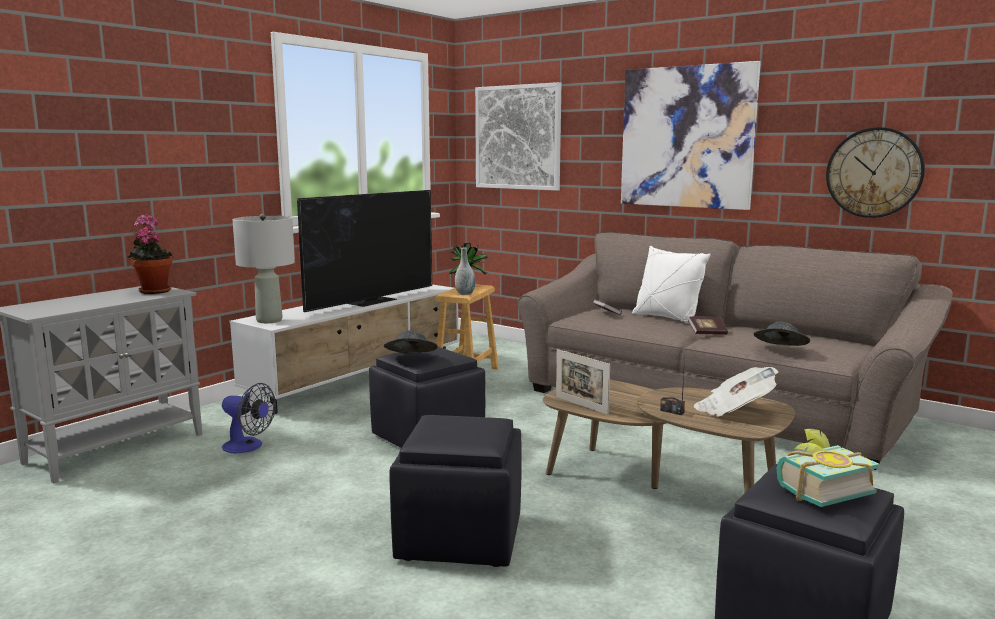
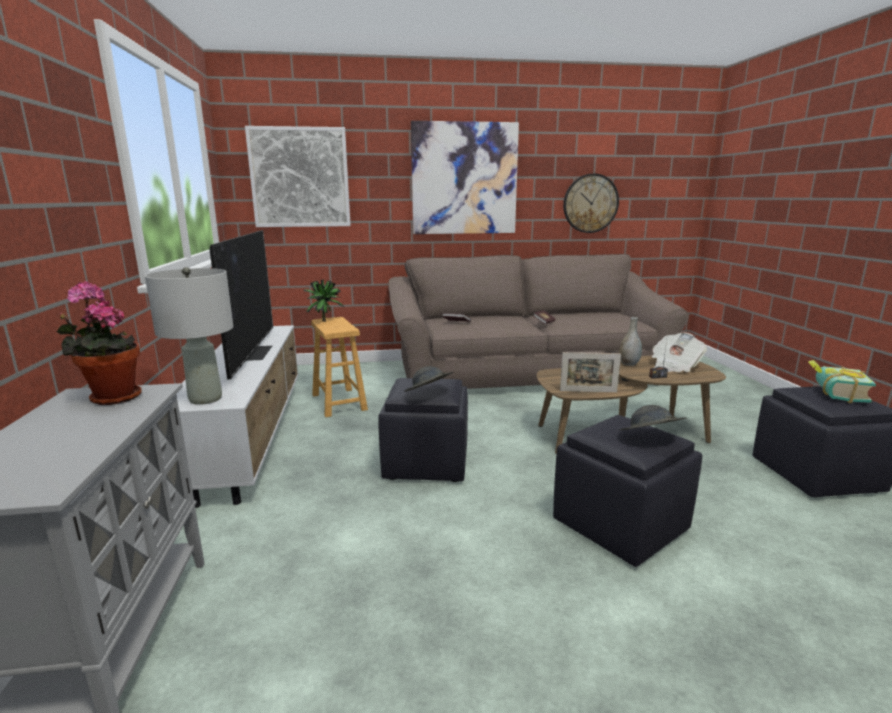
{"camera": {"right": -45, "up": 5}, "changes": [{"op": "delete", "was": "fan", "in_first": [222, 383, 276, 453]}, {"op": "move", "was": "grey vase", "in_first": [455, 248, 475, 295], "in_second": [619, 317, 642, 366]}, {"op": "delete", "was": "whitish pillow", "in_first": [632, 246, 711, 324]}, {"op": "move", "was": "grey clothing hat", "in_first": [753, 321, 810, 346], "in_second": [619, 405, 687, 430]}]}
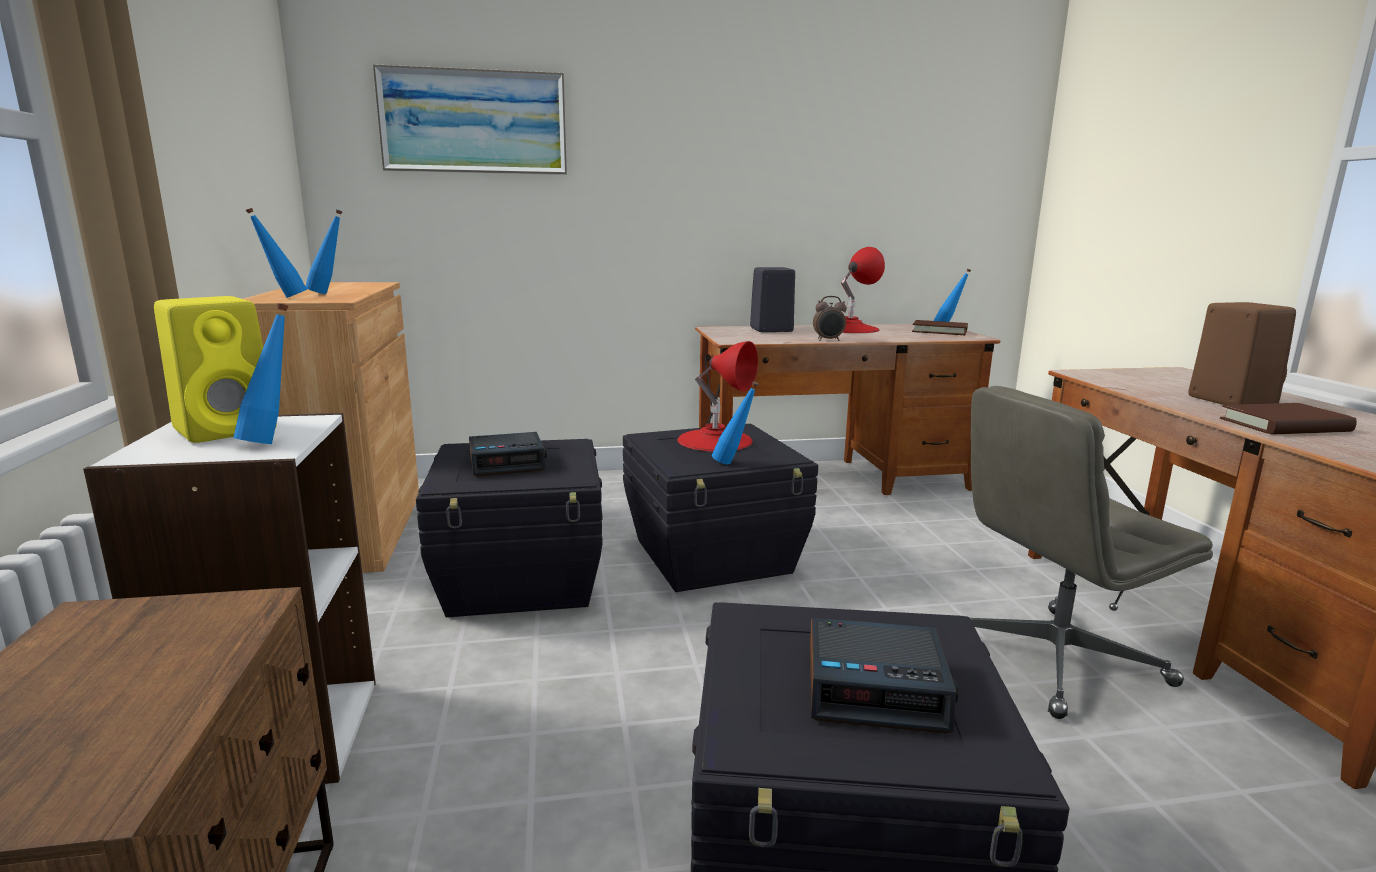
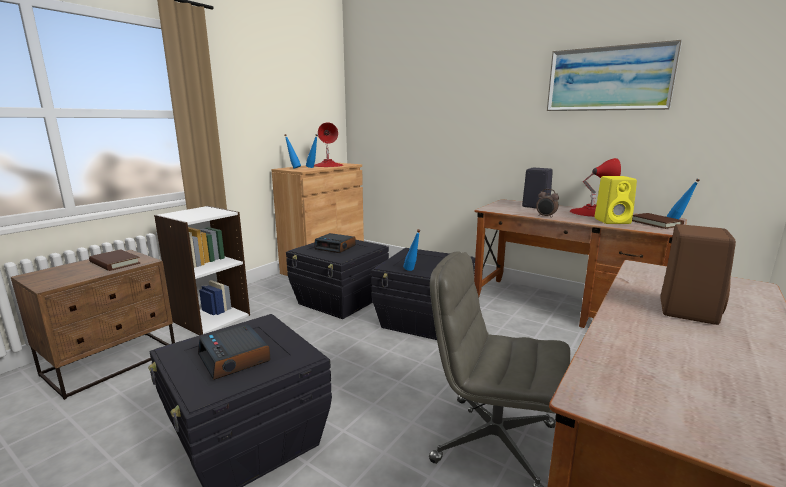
{"camera": {"right": 45, "up": 0}, "changes": [{"op": "move", "was": "yellow audio speaker", "in_first": [154, 296, 277, 443], "in_second": [594, 176, 637, 224]}, {"op": "delete", "was": "bluish drink bottle", "in_first": [233, 303, 288, 444]}, {"op": "move", "was": "picture", "in_first": [373, 64, 567, 175], "in_second": [547, 40, 682, 111]}, {"op": "move", "was": "reddish lamp for a table", "in_first": [677, 341, 758, 452], "in_second": [314, 122, 343, 167]}, {"op": "move", "was": "brown-coloured book", "in_first": [1220, 403, 1357, 434], "in_second": [89, 249, 140, 271]}]}
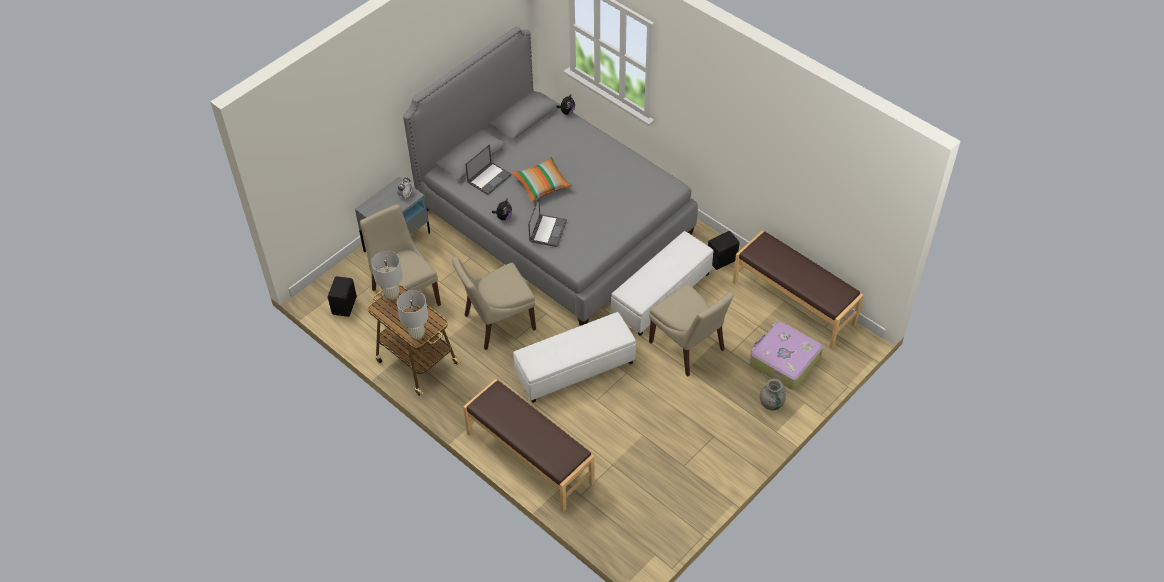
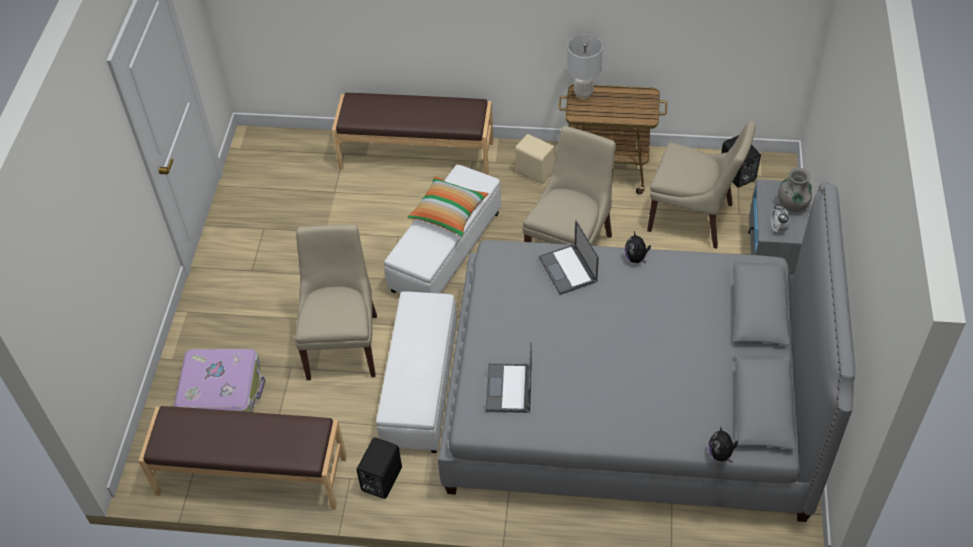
{"camera": {"right": 145, "up": 0}, "changes": [{"op": "delete", "was": "whitish lamp for a table", "in_first": [371, 251, 403, 301]}, {"op": "move", "was": "notebook computer", "in_first": [465, 144, 512, 195], "in_second": [485, 342, 532, 413]}, {"op": "move", "was": "pillow", "in_first": [511, 157, 573, 202], "in_second": [407, 176, 489, 237]}, {"op": "rotate", "was": "beige upright chair", "in_first": [649, 284, 733, 377], "in_second": [295, 224, 377, 380], "clockwise": 75}, {"op": "move", "was": "grey vase", "in_first": [760, 379, 786, 410], "in_second": [778, 168, 812, 212]}, {"op": "insert", "now": "beige audio speaker", "in_second": [515, 134, 555, 184]}]}
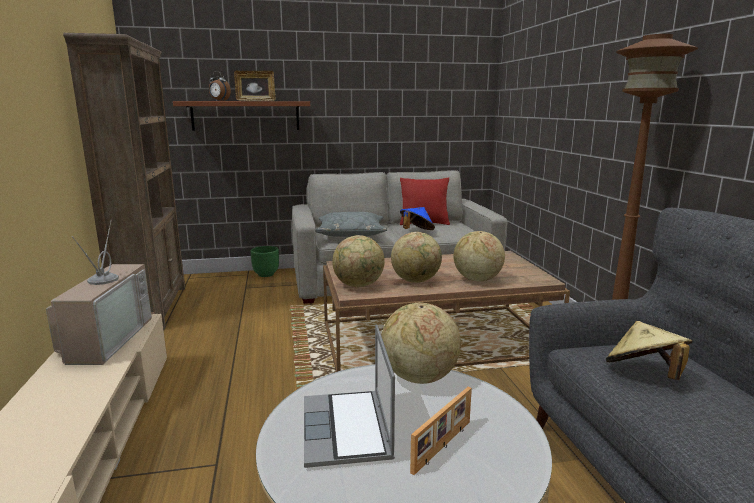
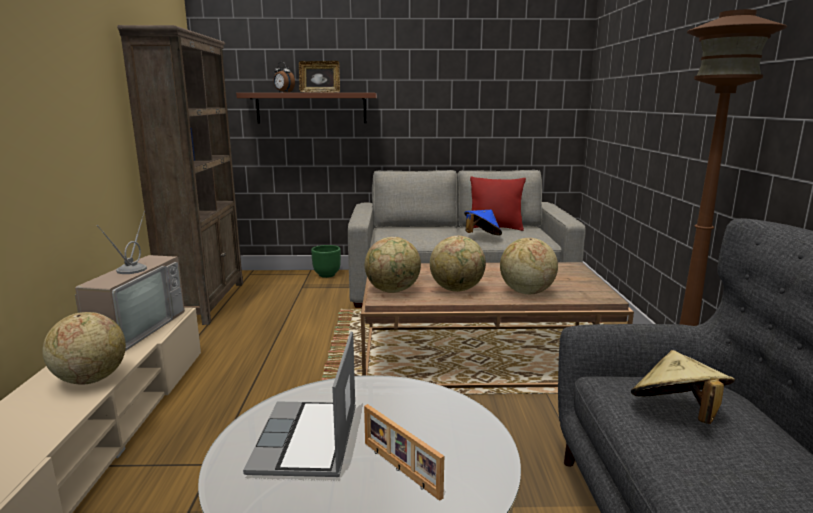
{"camera": {"right": 10, "up": 0}, "changes": [{"op": "delete", "was": "grey pillow", "in_first": [315, 212, 387, 237]}, {"op": "move", "was": "world globe", "in_first": [381, 303, 461, 384], "in_second": [42, 312, 126, 385]}, {"op": "rotate", "was": "picture frame", "in_first": [410, 387, 472, 475], "in_second": [364, 404, 444, 501], "clockwise": 90}]}
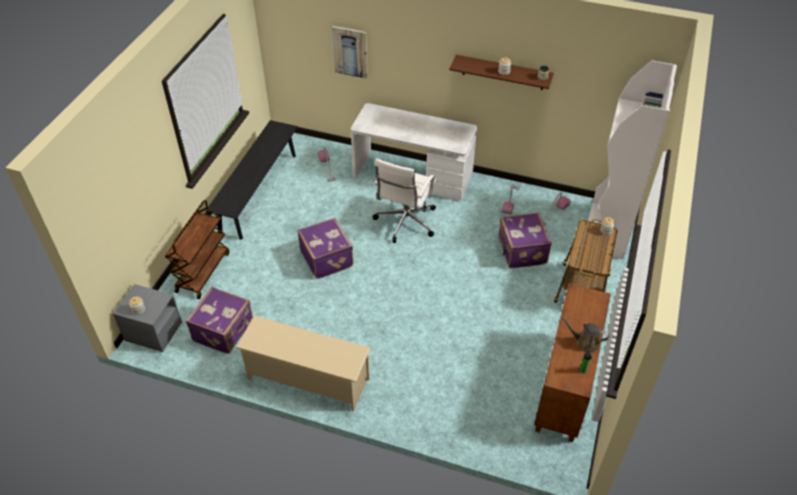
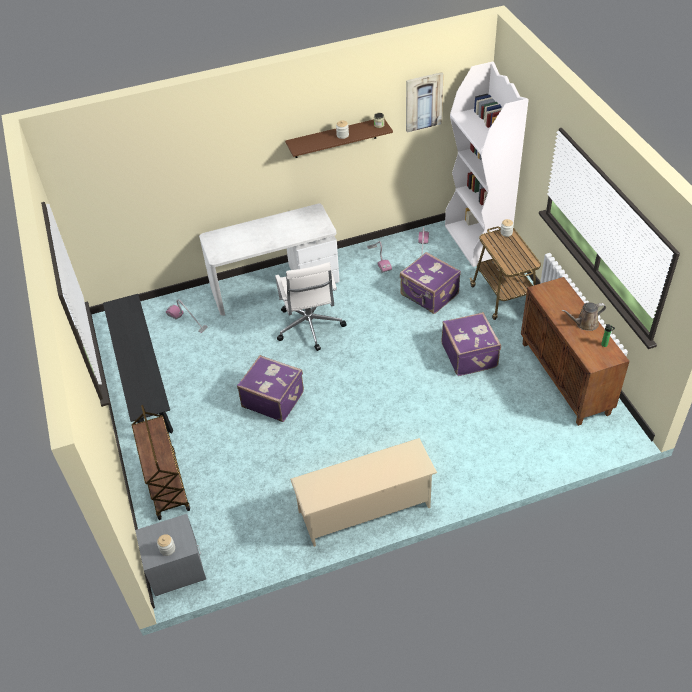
{"camera": {"right": -35, "up": 0}, "changes": [{"op": "move", "was": "purple piece of luggage", "in_first": [186, 287, 253, 354], "in_second": [441, 312, 501, 376]}, {"op": "move", "was": "picture", "in_first": [332, 26, 368, 79], "in_second": [406, 72, 444, 133]}]}
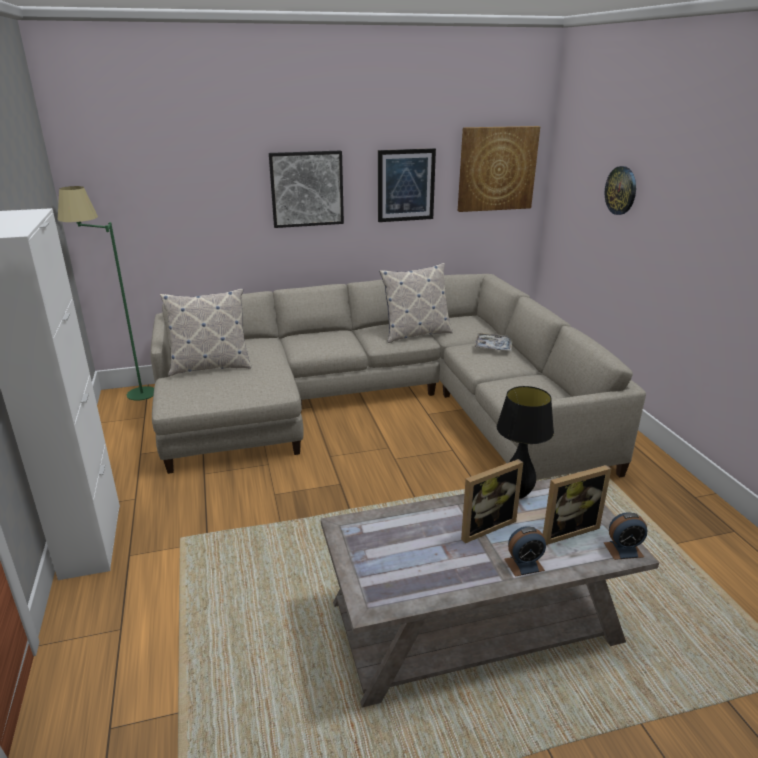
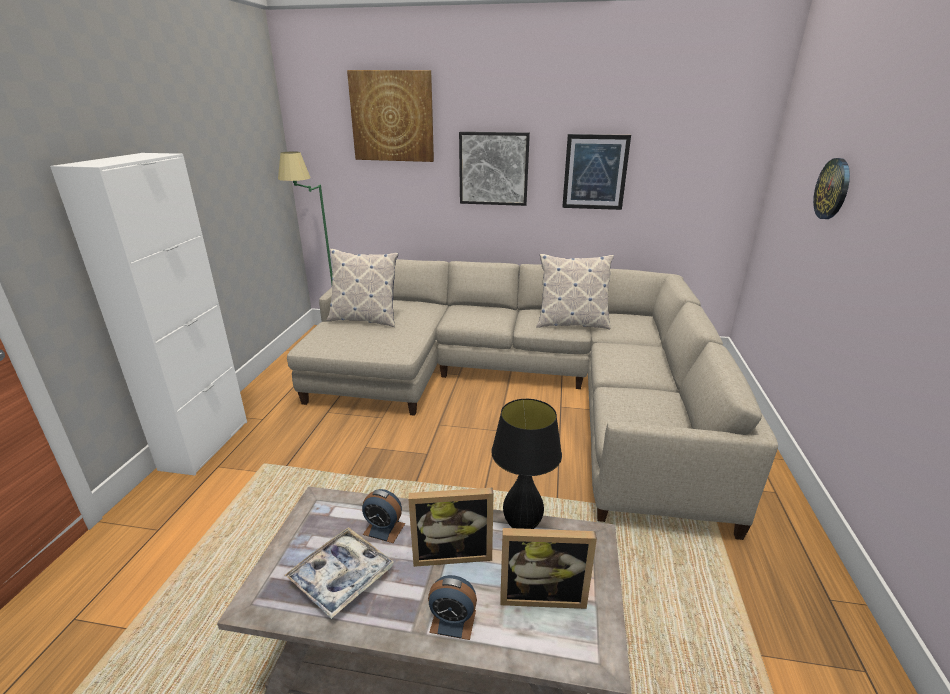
{"camera": {"right": 25, "up": 0}, "changes": [{"op": "move", "was": "picture", "in_first": [458, 126, 540, 212], "in_second": [347, 70, 434, 162]}, {"op": "move", "was": "carrying tray", "in_first": [474, 333, 513, 351], "in_second": [285, 527, 394, 619]}, {"op": "move", "was": "alarm clock", "in_first": [604, 512, 647, 560], "in_second": [362, 489, 405, 543]}]}
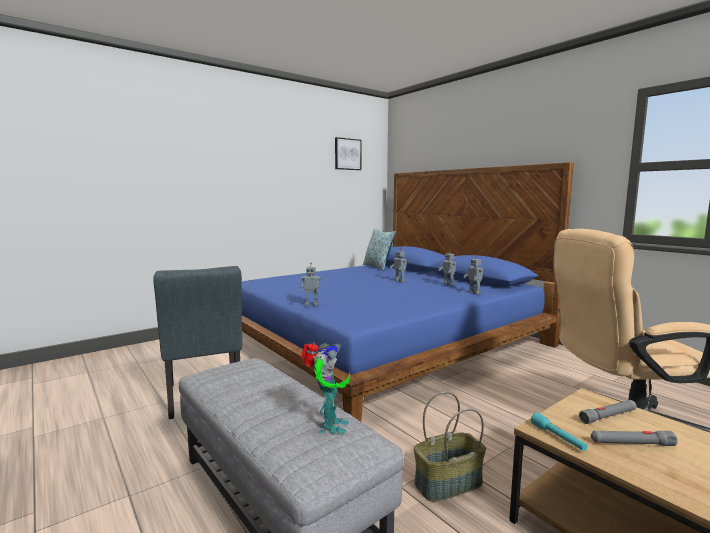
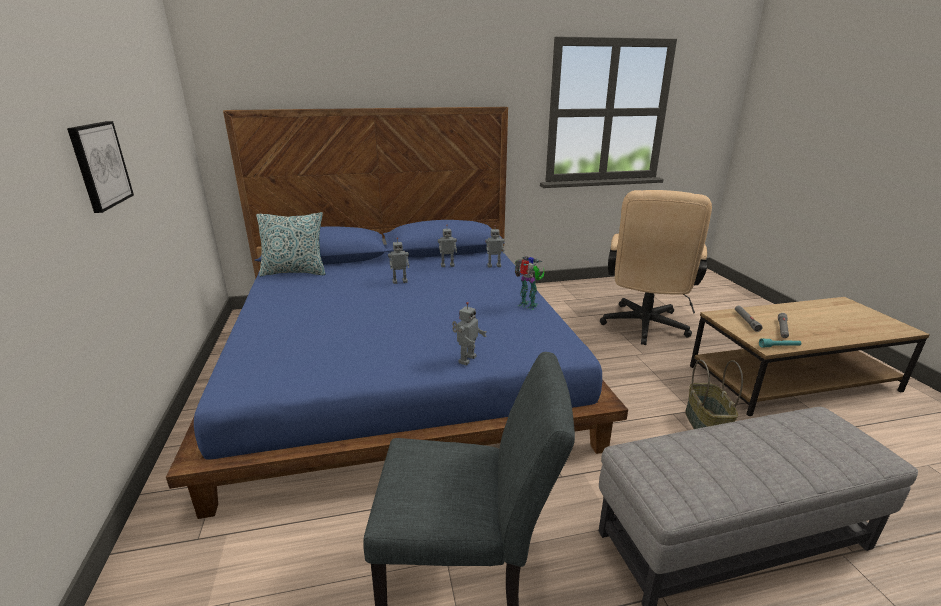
{"camera": {"right": -65, "up": 15}, "changes": [{"op": "move", "was": "robot figure", "in_first": [301, 343, 350, 433], "in_second": [515, 256, 545, 310]}, {"op": "move", "was": "picture", "in_first": [335, 137, 361, 170], "in_second": [67, 121, 134, 213]}]}
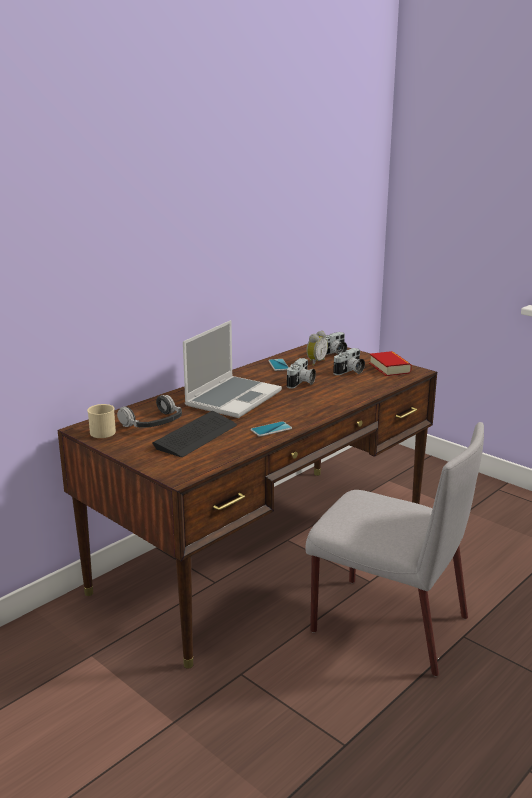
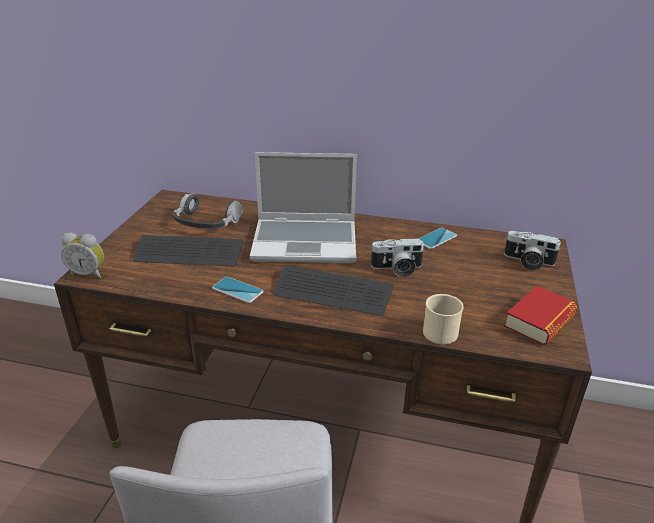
{"camera": {"right": 60, "up": 10}, "changes": [{"op": "move", "was": "beige coffee mug", "in_first": [87, 404, 116, 438], "in_second": [423, 294, 464, 344]}, {"op": "move", "was": "alarm clock", "in_first": [306, 331, 328, 366], "in_second": [61, 232, 104, 279]}, {"op": "delete", "was": "photo camera", "in_first": [333, 348, 365, 375]}, {"op": "insert", "now": "keyboard", "in_second": [273, 265, 394, 316]}]}
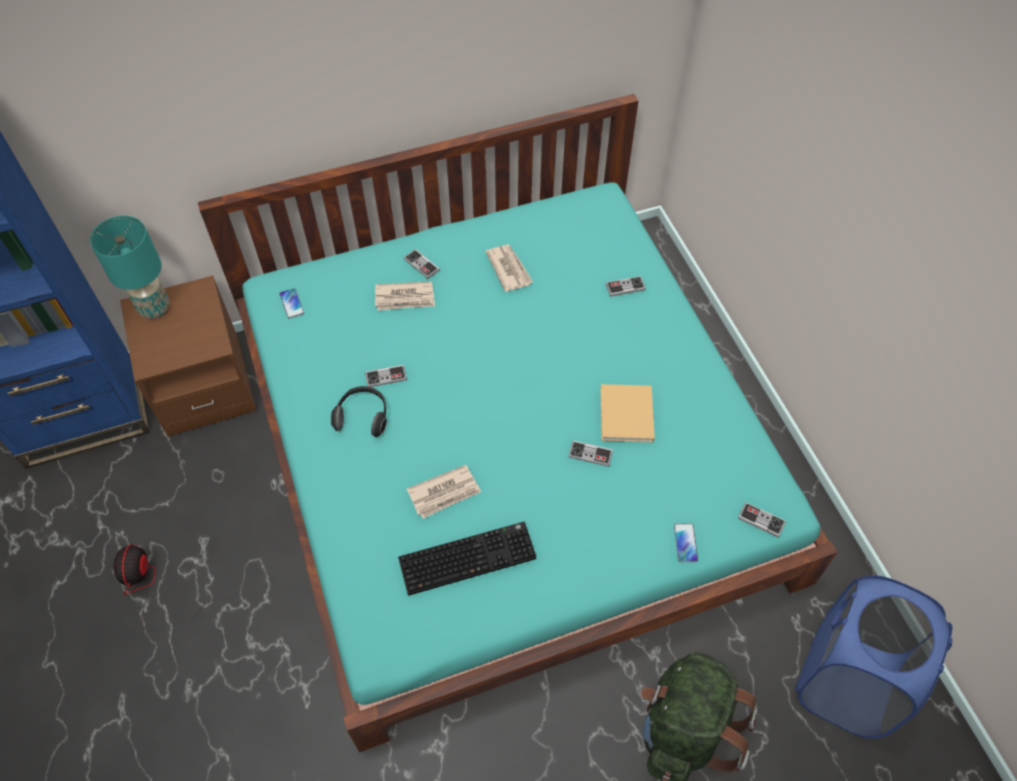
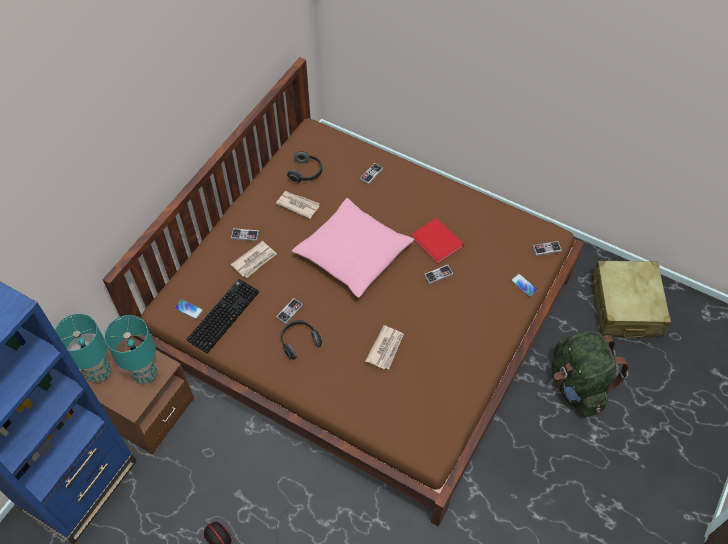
{"camera": {"right": -40, "up": 0}, "changes": [{"op": "recolor", "was": "turquoise-coloured sleeping bed", "now": "brown-coloured sleeping bed", "in_first": [198, 94, 838, 752], "in_second": [102, 57, 585, 527]}, {"op": "move", "was": "keyboard", "in_first": [398, 522, 536, 595], "in_second": [187, 279, 259, 353]}, {"op": "recolor", "was": "beige book", "now": "reddish book", "in_first": [600, 384, 655, 442], "in_second": [411, 218, 464, 264]}, {"op": "replace", "was": "bluish hamper", "now": "beige piece of luggage", "in_first": [795, 575, 952, 739], "in_second": [592, 261, 671, 338]}, {"op": "insert", "now": "turquoise-coloured lamp for a table", "in_second": [104, 315, 158, 384]}, {"op": "insert", "now": "pair of headphones", "in_second": [287, 151, 322, 182]}, {"op": "insert", "now": "pink pillow", "in_second": [292, 198, 414, 298]}]}
